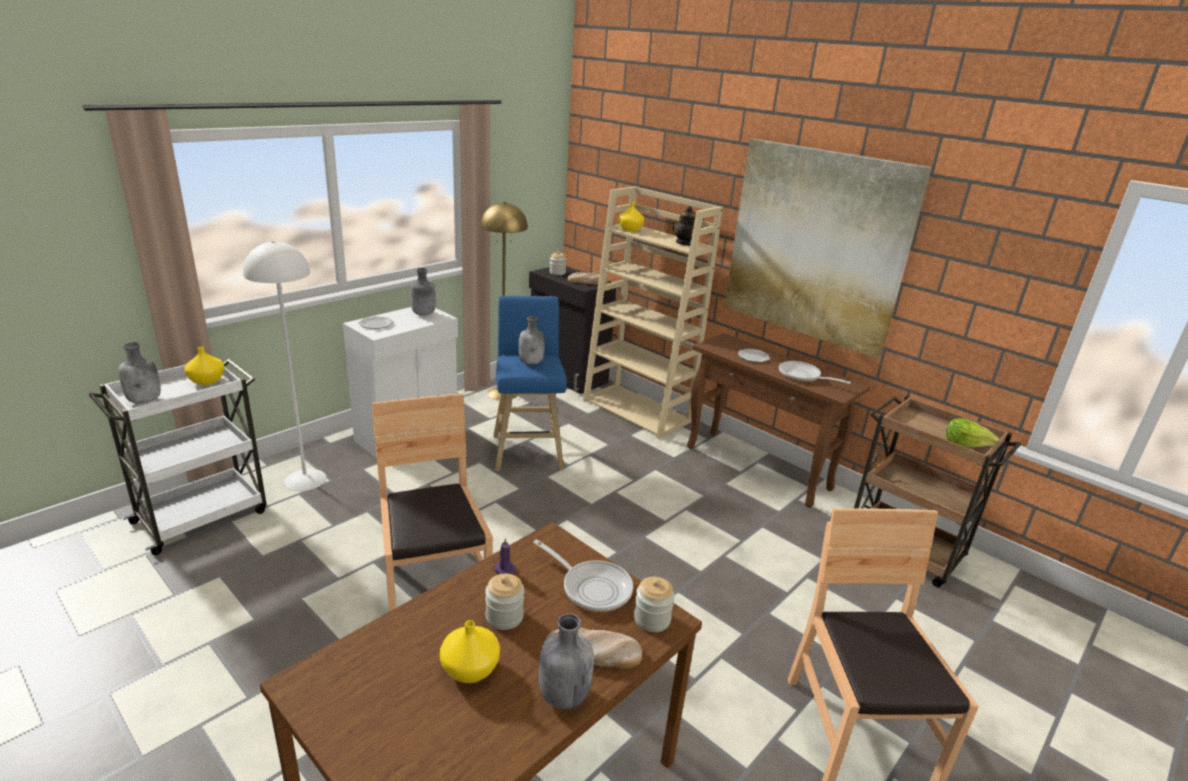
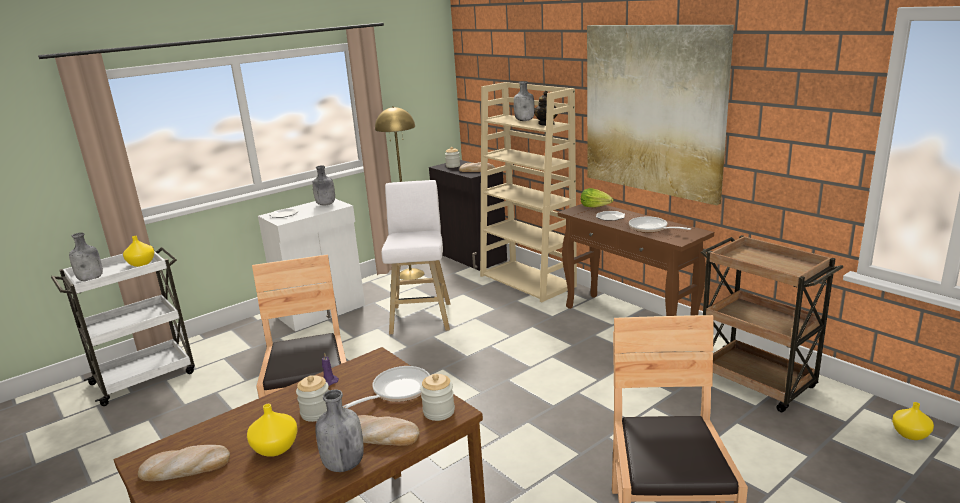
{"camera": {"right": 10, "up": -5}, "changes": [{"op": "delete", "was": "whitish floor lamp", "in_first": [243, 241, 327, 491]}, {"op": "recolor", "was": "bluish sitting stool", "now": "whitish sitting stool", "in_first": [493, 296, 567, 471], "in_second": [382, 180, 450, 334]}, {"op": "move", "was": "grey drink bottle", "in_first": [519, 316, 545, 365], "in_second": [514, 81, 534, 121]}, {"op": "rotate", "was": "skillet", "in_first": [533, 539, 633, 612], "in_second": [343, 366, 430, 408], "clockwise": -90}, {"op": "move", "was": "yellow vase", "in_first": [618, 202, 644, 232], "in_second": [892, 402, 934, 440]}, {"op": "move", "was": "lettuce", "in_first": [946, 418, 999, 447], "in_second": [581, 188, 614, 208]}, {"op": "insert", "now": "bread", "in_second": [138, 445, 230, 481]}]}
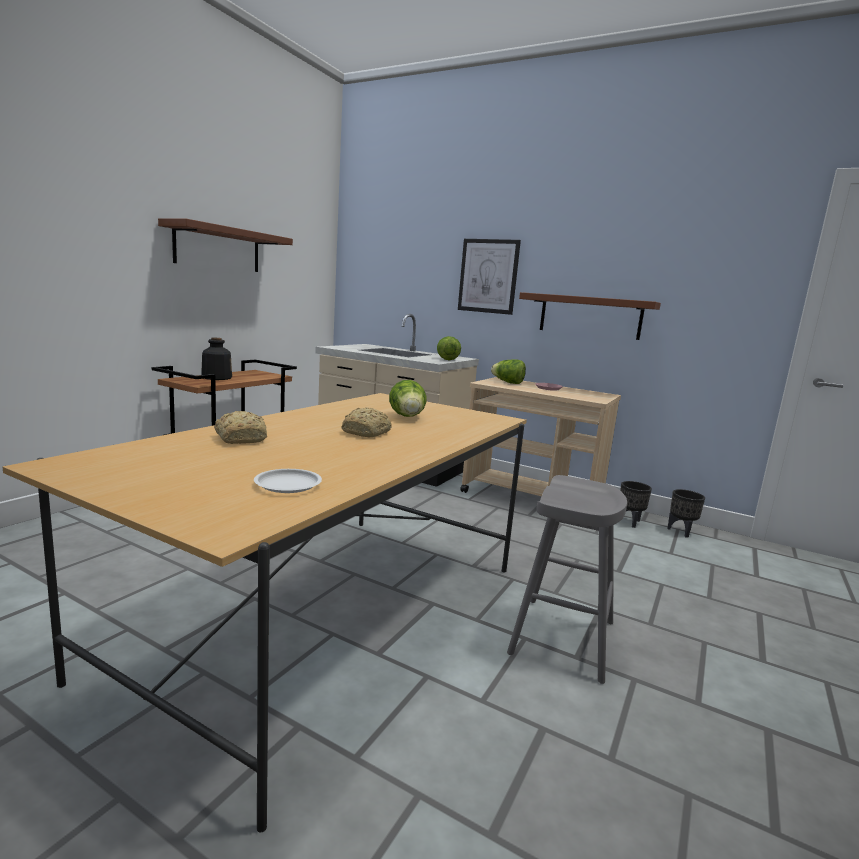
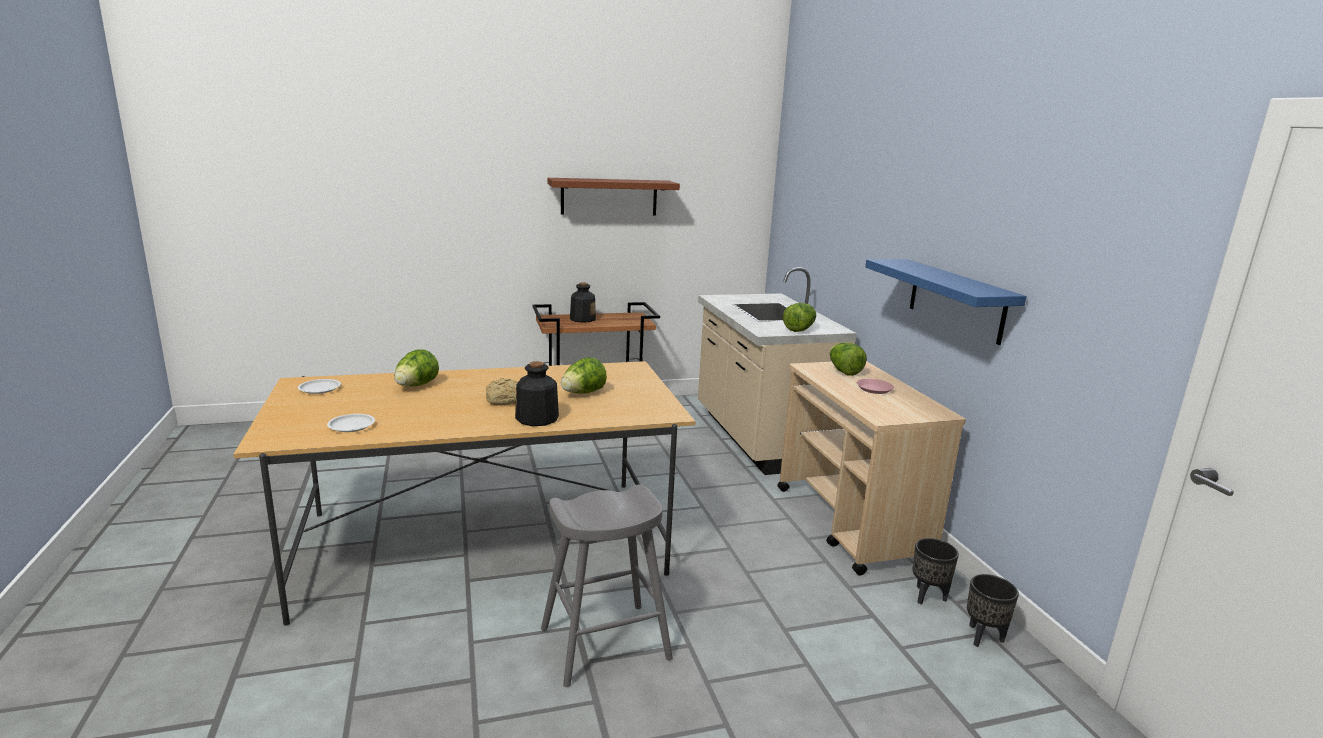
{"camera": {"right": 45, "up": 5}, "changes": [{"op": "replace", "was": "bread", "now": "lettuce", "in_first": [214, 411, 267, 444], "in_second": [394, 349, 439, 386]}, {"op": "delete", "was": "picture", "in_first": [458, 239, 521, 315]}, {"op": "recolor", "was": "brown-coloured wall shelf", "now": "bluish wall shelf", "in_first": [519, 292, 661, 340], "in_second": [865, 259, 1026, 345]}, {"op": "insert", "now": "whitish plate", "in_second": [298, 379, 341, 394]}, {"op": "insert", "now": "drink bottle", "in_second": [515, 361, 559, 426]}]}
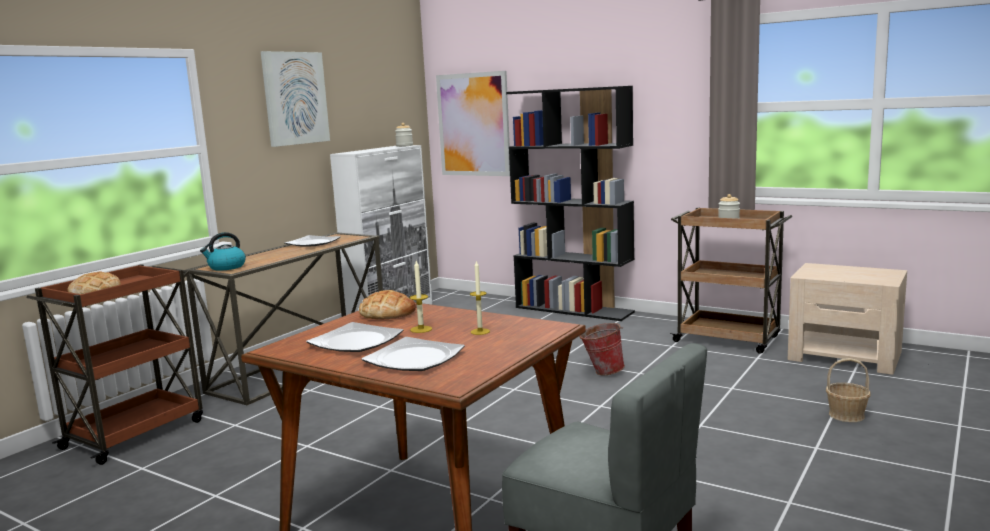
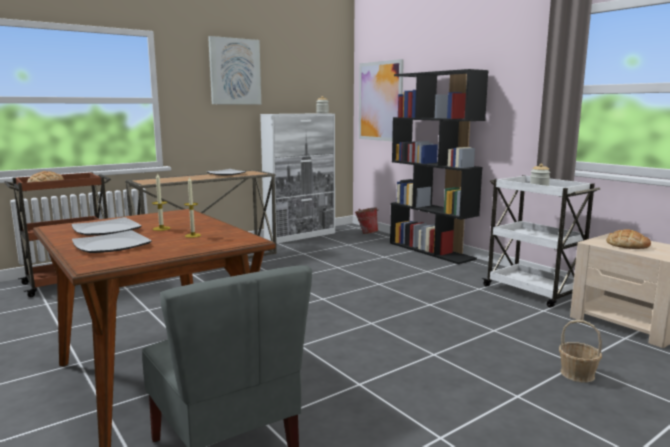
{"camera": {"right": 20, "up": 0}, "changes": [{"op": "delete", "was": "kettle", "in_first": [200, 232, 246, 271]}, {"op": "move", "was": "bread", "in_first": [359, 290, 416, 319], "in_second": [606, 229, 651, 249]}, {"op": "move", "was": "bucket", "in_first": [579, 323, 625, 375], "in_second": [355, 207, 378, 234]}, {"op": "recolor", "was": "brown-coloured trolley", "now": "whitish trolley", "in_first": [670, 208, 792, 354], "in_second": [482, 175, 600, 308]}]}
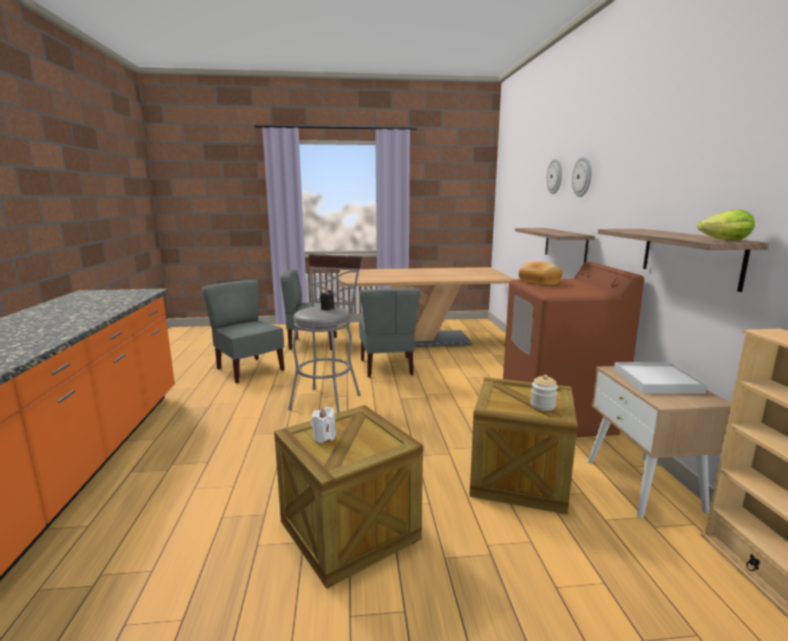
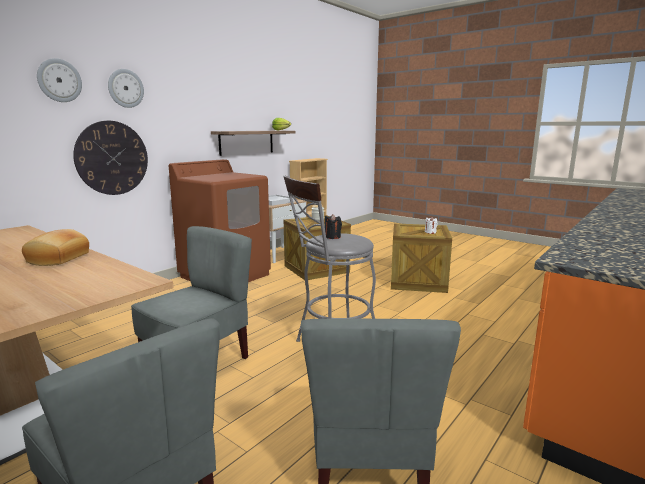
{"camera": {"right": -135, "up": 0}, "changes": [{"op": "replace", "was": "wall shelf", "now": "clock on the wall", "in_first": [515, 228, 595, 263], "in_second": [73, 121, 148, 195]}, {"op": "move", "was": "bread", "in_first": [519, 261, 562, 285], "in_second": [22, 229, 89, 266]}]}
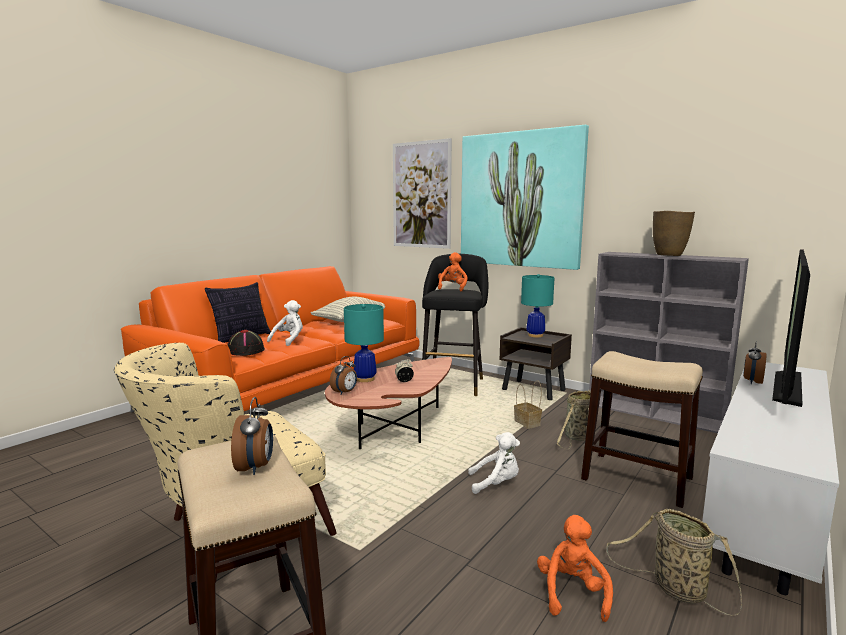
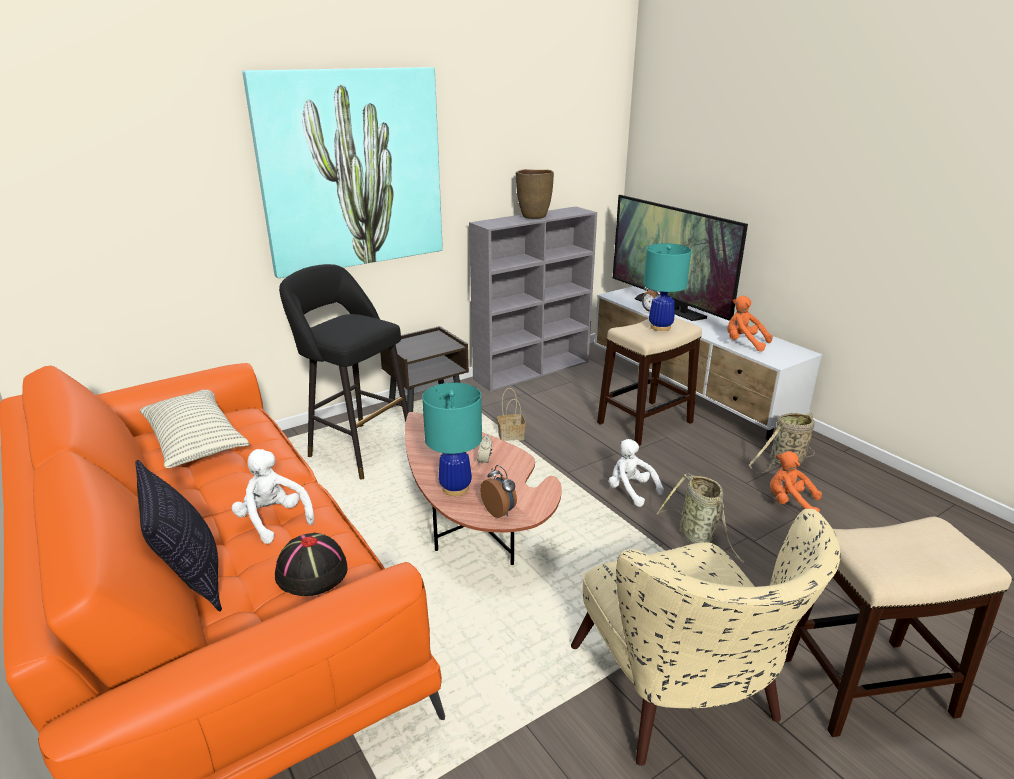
{"camera": {"right": -70, "up": 15}, "changes": [{"op": "delete", "was": "alarm clock", "in_first": [231, 397, 273, 475]}, {"op": "delete", "was": "picture", "in_first": [393, 138, 452, 249]}, {"op": "move", "was": "orange cuddly toy", "in_first": [438, 252, 468, 292], "in_second": [727, 296, 773, 351]}, {"op": "rotate", "was": "whitish cuddly toy", "in_first": [468, 432, 520, 494], "in_second": [609, 439, 664, 507], "clockwise": -60}, {"op": "move", "was": "turquoise-coloured lamp for a table", "in_first": [521, 274, 554, 337], "in_second": [643, 243, 692, 331]}, {"op": "move", "was": "storage basket", "in_first": [557, 390, 591, 450], "in_second": [656, 474, 745, 563]}]}
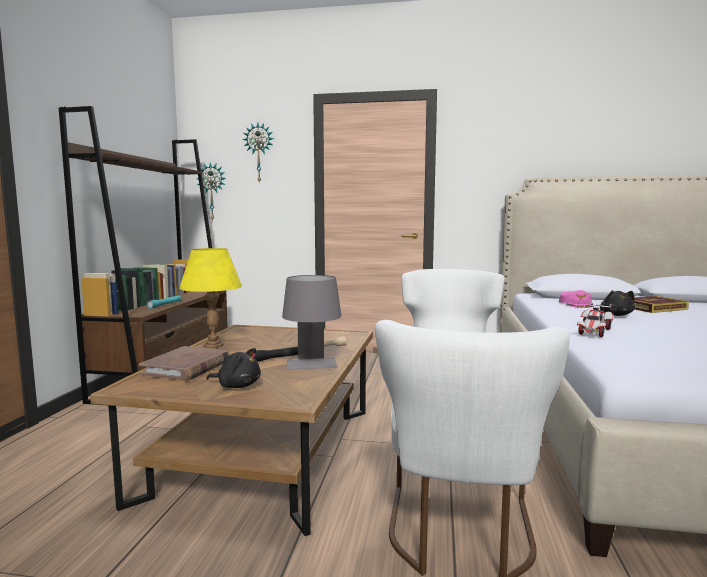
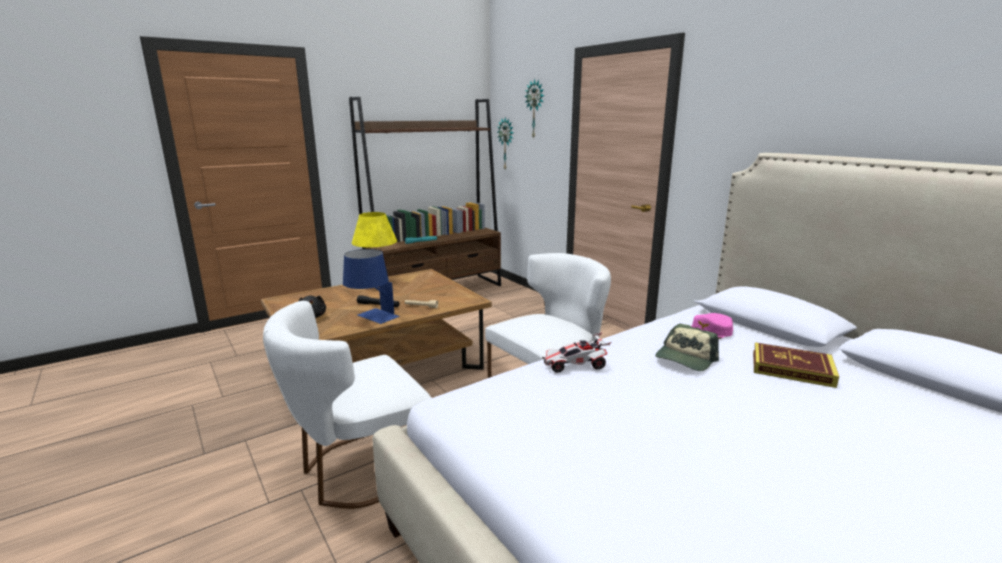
{"camera": {"right": 45, "up": 10}, "changes": [{"op": "delete", "was": "brown-coloured book", "in_first": [139, 346, 230, 381]}, {"op": "recolor", "was": "grey lamp for a table", "now": "bluish lamp for a table", "in_first": [282, 275, 341, 370], "in_second": [343, 249, 400, 324]}, {"op": "replace", "was": "blackish cuddly toy", "now": "baseball cap", "in_first": [600, 290, 635, 316], "in_second": [655, 324, 719, 371]}]}
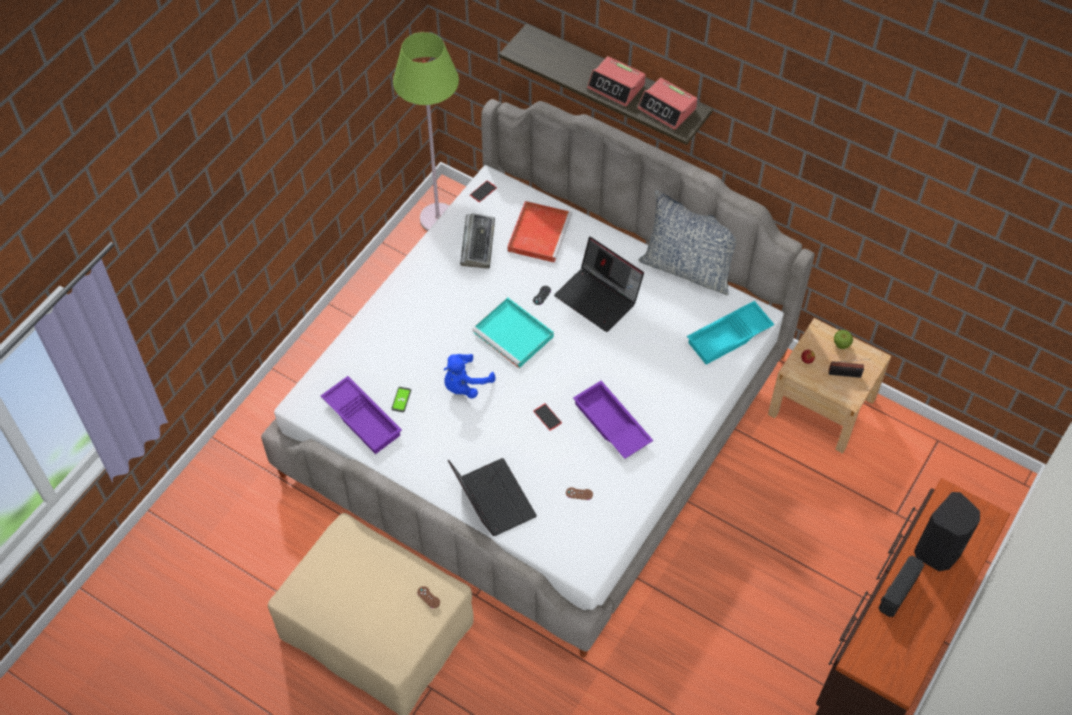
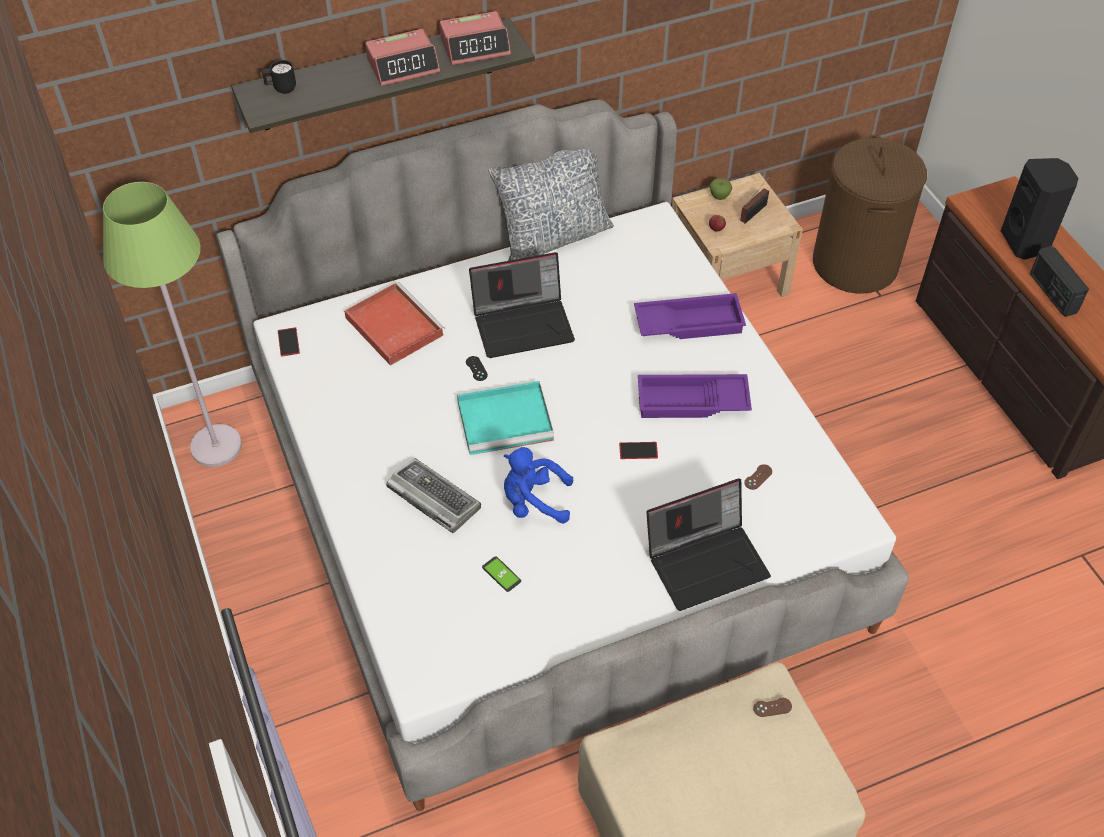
{"camera": {"right": -55, "up": -5}, "changes": [{"op": "move", "was": "purple carrying tray", "in_first": [321, 376, 402, 454], "in_second": [634, 293, 746, 339]}, {"op": "rotate", "was": "bluish cuddly toy", "in_first": [443, 354, 495, 398], "in_second": [504, 447, 573, 524], "clockwise": 105}, {"op": "rotate", "was": "notebook computer", "in_first": [448, 458, 537, 536], "in_second": [647, 478, 771, 611], "clockwise": 150}, {"op": "move", "was": "keyboard", "in_first": [460, 213, 495, 269], "in_second": [386, 458, 481, 533]}, {"op": "delete", "was": "turquoise-coloured carrying tray", "in_first": [687, 301, 775, 365]}, {"op": "insert", "now": "blackish coffee mug", "in_second": [262, 60, 296, 94]}, {"op": "insert", "now": "brown-coloured hamper", "in_second": [813, 135, 927, 294]}]}
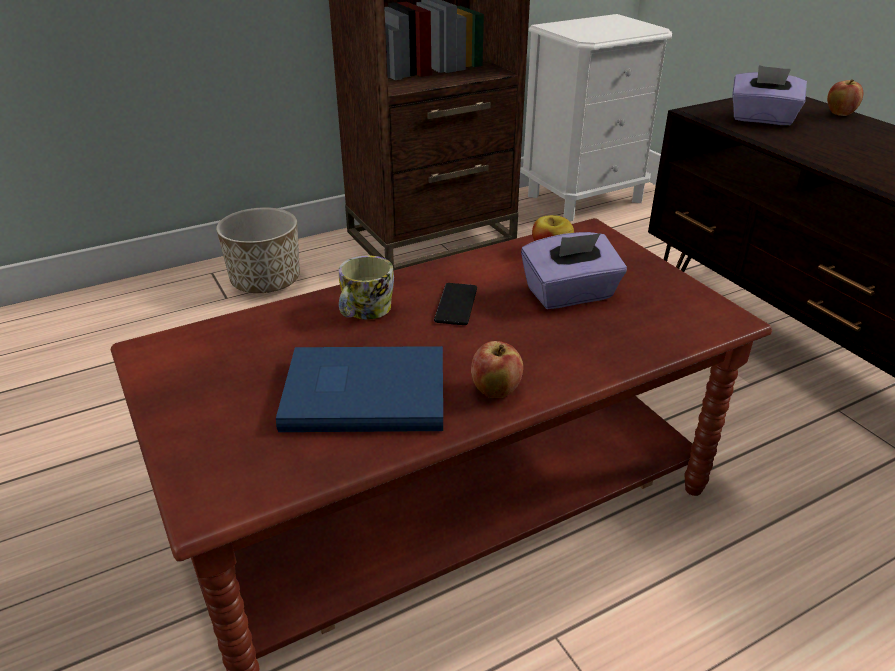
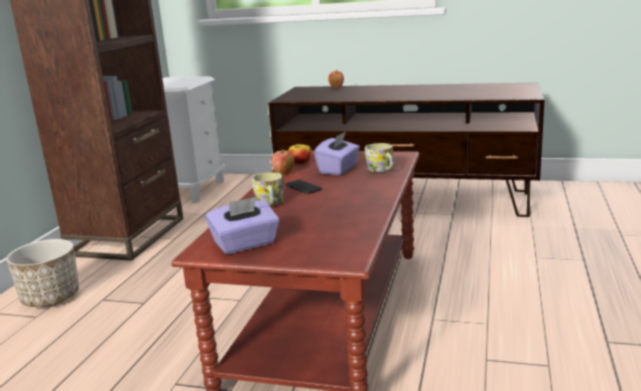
{"camera": {"right": -45, "up": -15}, "changes": [{"op": "delete", "was": "bluish book", "in_first": [276, 346, 443, 432]}, {"op": "move", "was": "whole apple", "in_first": [471, 341, 523, 398], "in_second": [271, 149, 294, 175]}, {"op": "move", "was": "purple tissue holder", "in_first": [732, 65, 807, 125], "in_second": [205, 197, 280, 254]}, {"op": "insert", "now": "coffee mug", "in_second": [365, 143, 394, 172]}]}
